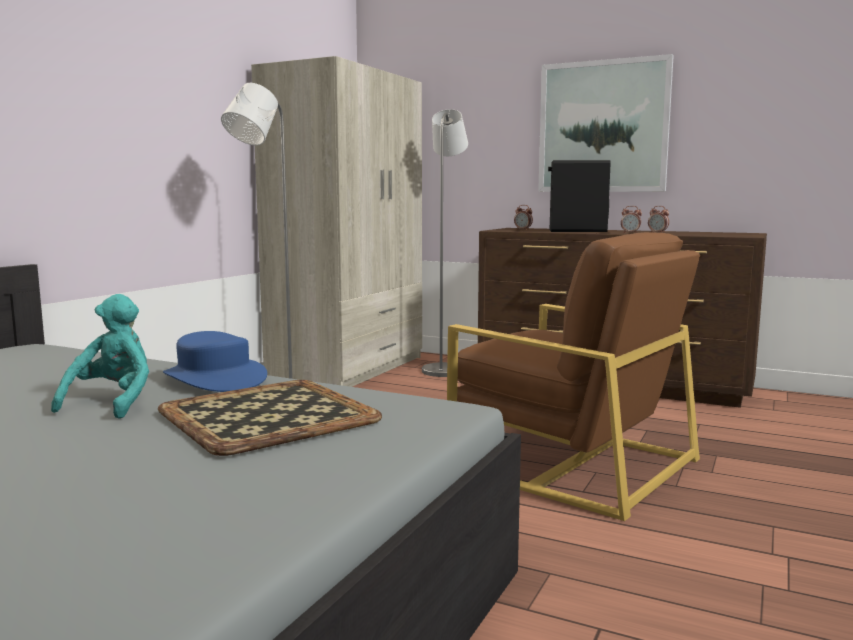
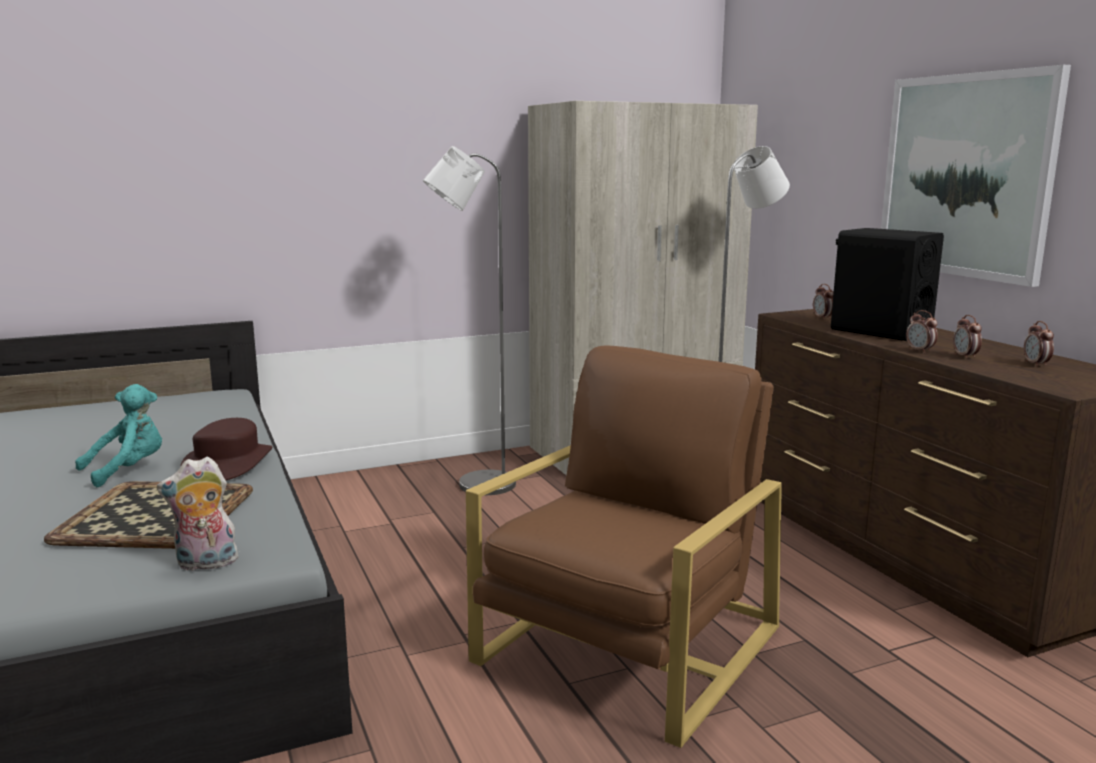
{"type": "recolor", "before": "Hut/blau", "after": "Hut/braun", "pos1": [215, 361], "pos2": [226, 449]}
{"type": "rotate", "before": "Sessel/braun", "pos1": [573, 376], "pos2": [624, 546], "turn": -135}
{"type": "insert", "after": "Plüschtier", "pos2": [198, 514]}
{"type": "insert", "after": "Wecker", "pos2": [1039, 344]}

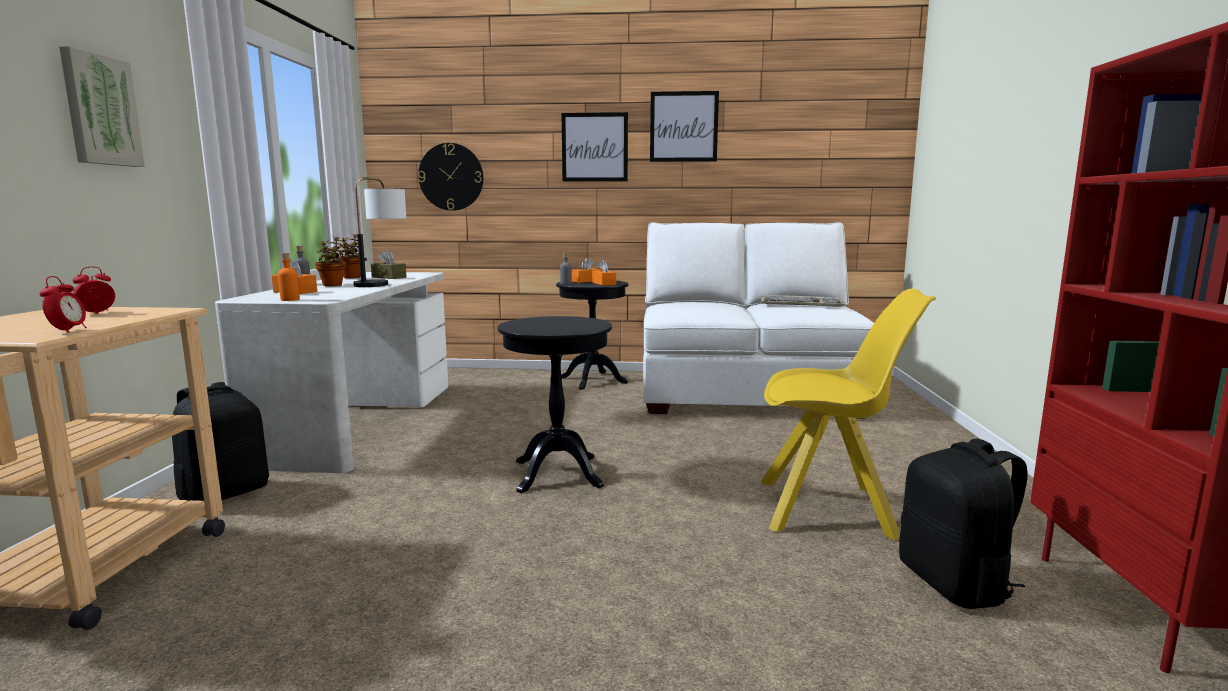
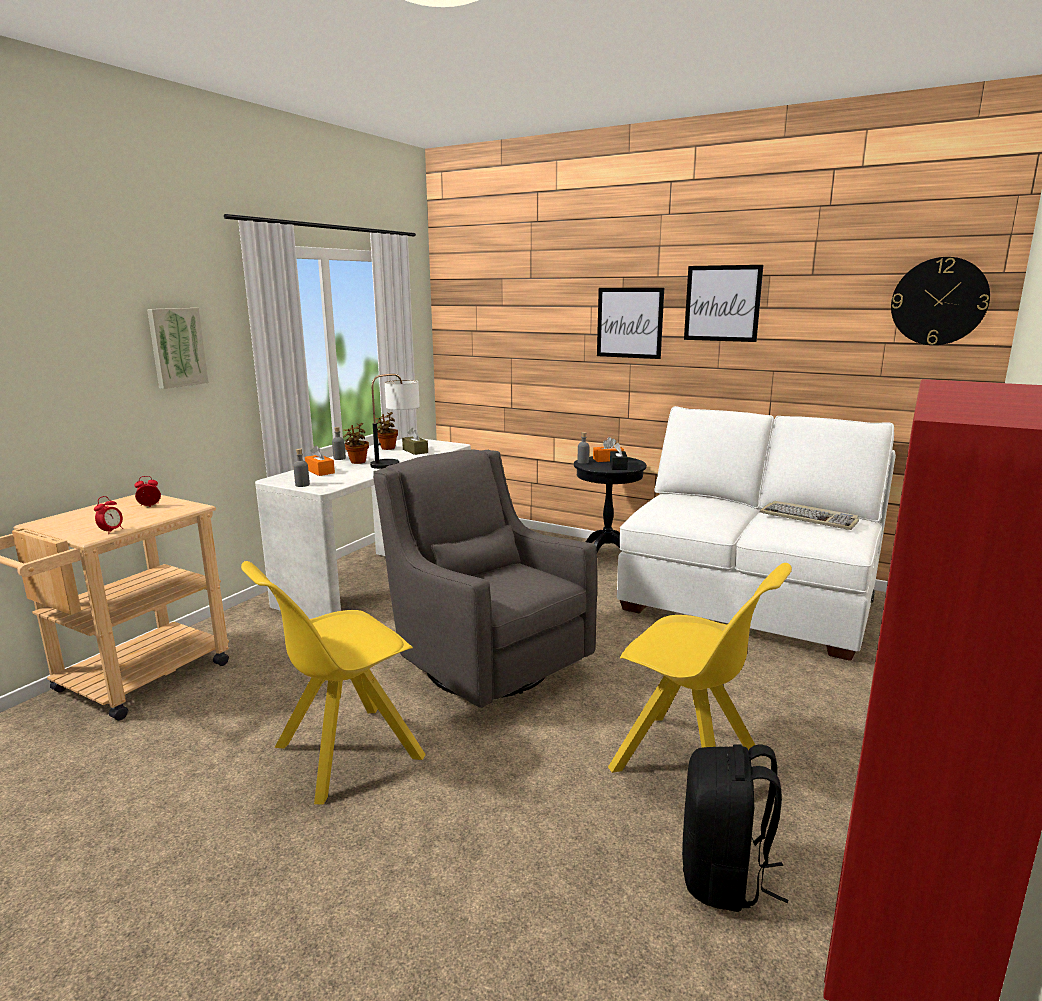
{"type": "delete", "before": "Rucksack/schwarz", "pos1": [220, 441]}
{"type": "recolor", "before": "Flasche/orange", "after": "Flasche/grau", "pos1": [289, 277], "pos2": [301, 468]}
{"type": "move", "before": "Wanduhr", "pos1": [450, 177], "pos2": [940, 301]}
{"type": "replace", "before": "Beistelltisch/schwarz", "after": "Sessel/grau", "pos1": [555, 404], "pos2": [485, 579]}
{"type": "recolor", "before": "Taschentuchbox/orange", "after": "Taschentuchbox/schwarz", "pos1": [604, 273], "pos2": [619, 456]}
{"type": "insert", "after": "Stuhl/gelb", "pos2": [333, 682]}

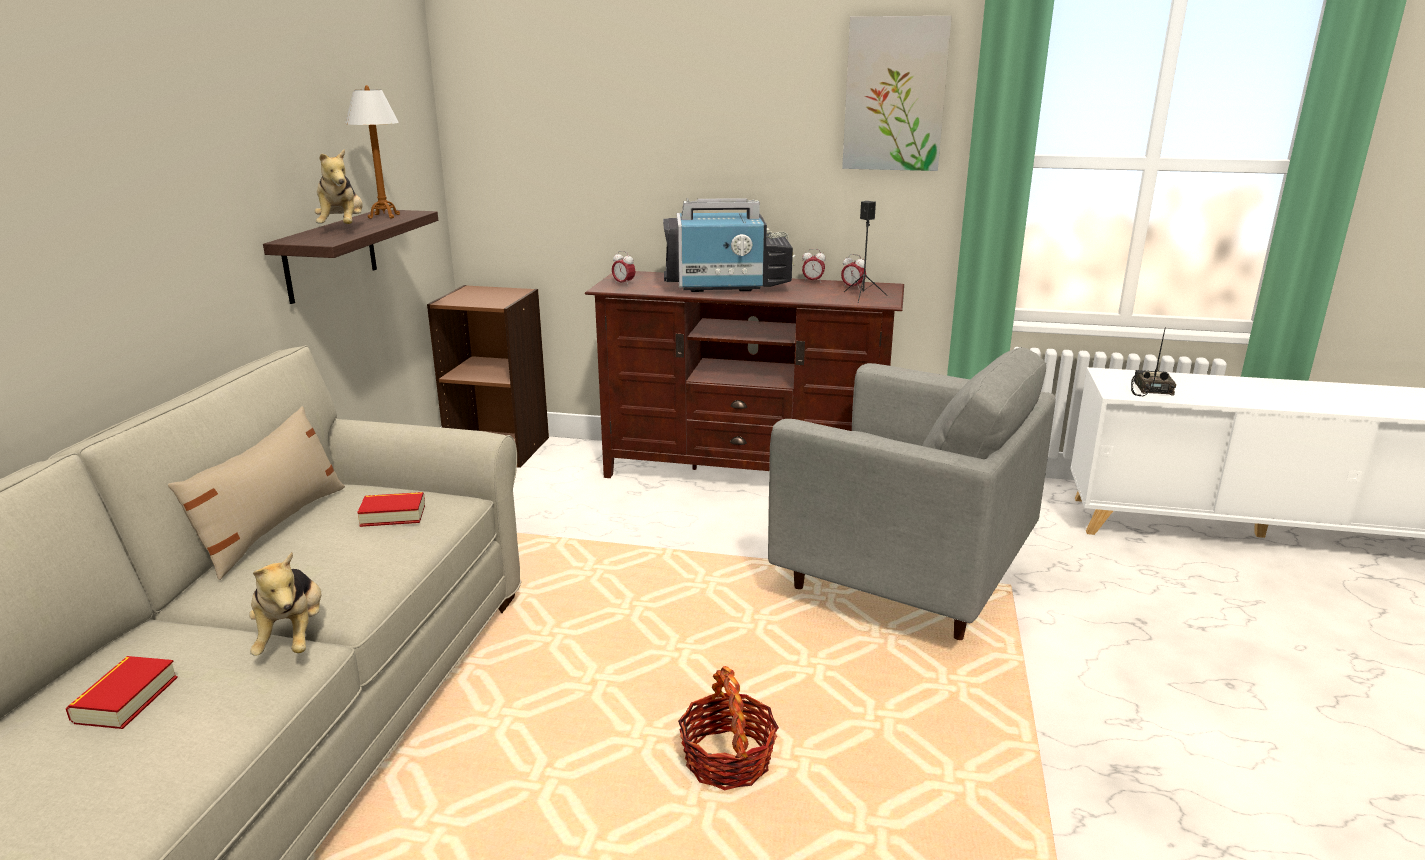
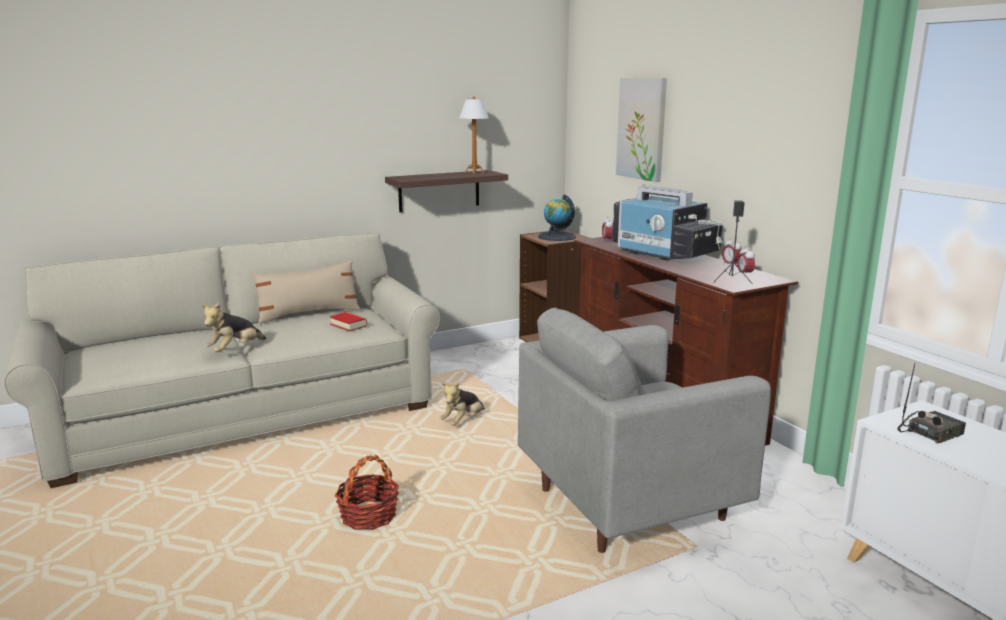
{"type": "delete", "before": "Buch", "pos1": [122, 692]}
{"type": "move", "before": "Plüschtier", "pos1": [339, 186], "pos2": [462, 404]}
{"type": "rotate", "before": "Sessel/grau", "pos1": [912, 493], "pos2": [644, 430], "turn": 75}
{"type": "move", "before": "Bild", "pos1": [897, 93], "pos2": [641, 130]}
{"type": "insert", "after": "Globus", "pos2": [557, 217]}

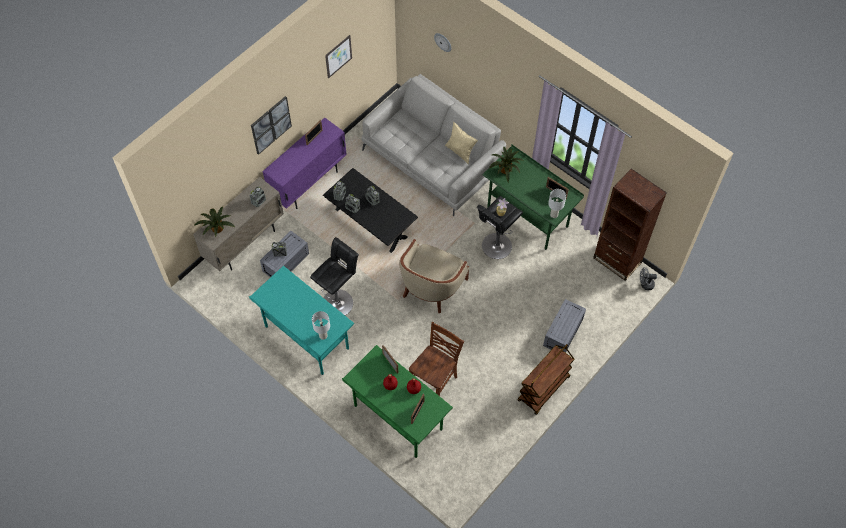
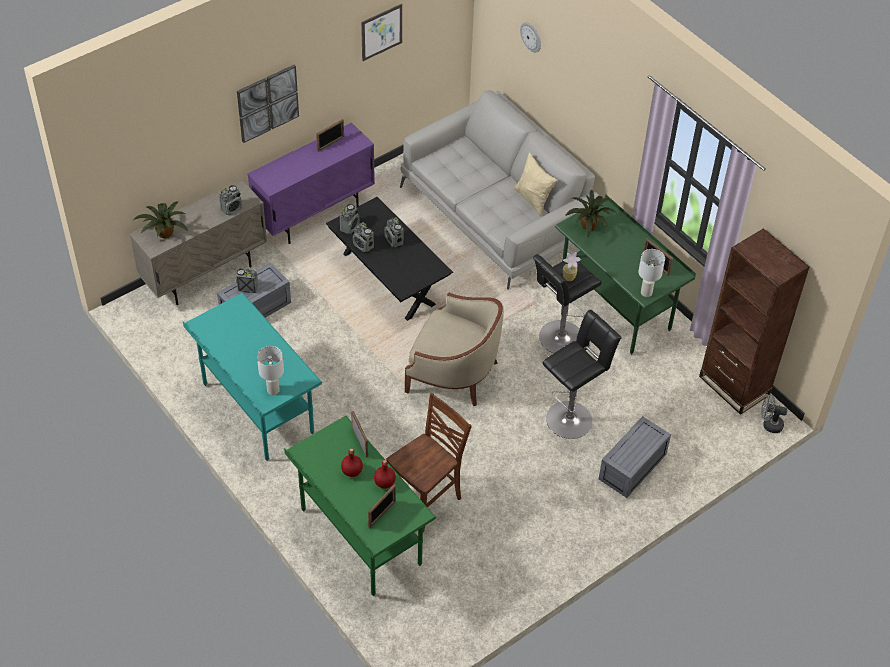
{"type": "move", "before": "Hocker/schwarz", "pos1": [334, 276], "pos2": [582, 374]}
{"type": "rotate", "before": "Sessel/beige", "pos1": [434, 276], "pos2": [454, 349], "turn": -105}
{"type": "delete", "before": "Rollwagen/braun", "pos1": [546, 379]}

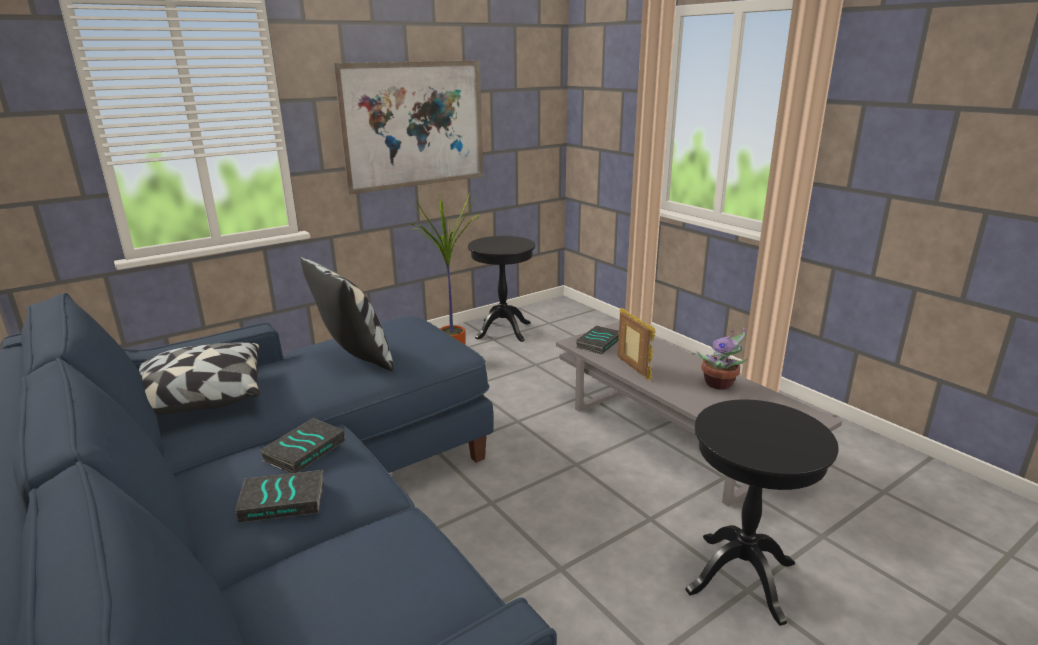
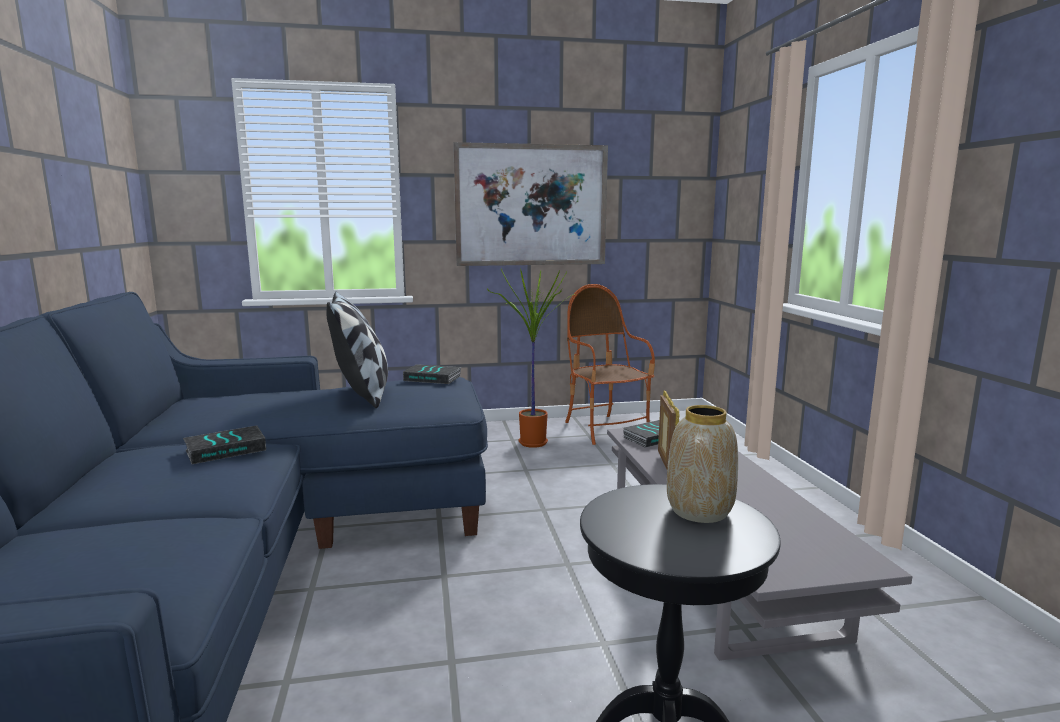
{"type": "delete", "before": "Kissen", "pos1": [199, 378]}
{"type": "move", "before": "Buch", "pos1": [279, 496], "pos2": [432, 374]}
{"type": "replace", "before": "Beistelltisch/schwarz", "after": "Sessel", "pos1": [502, 289], "pos2": [610, 364]}
{"type": "delete", "before": "Topfpflanze", "pos1": [722, 359]}
{"type": "insert", "after": "Vase", "pos2": [702, 464]}

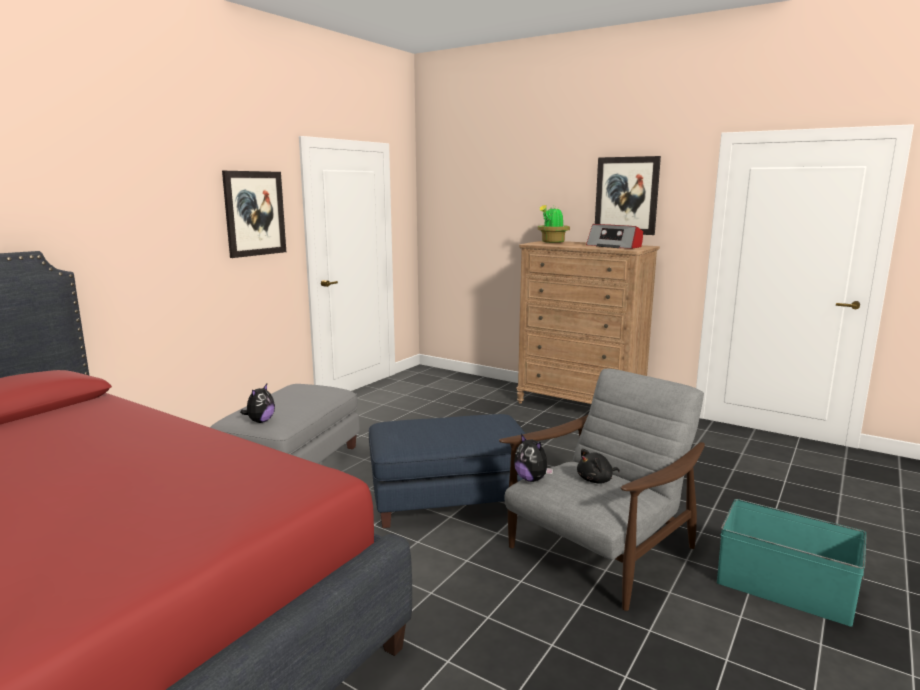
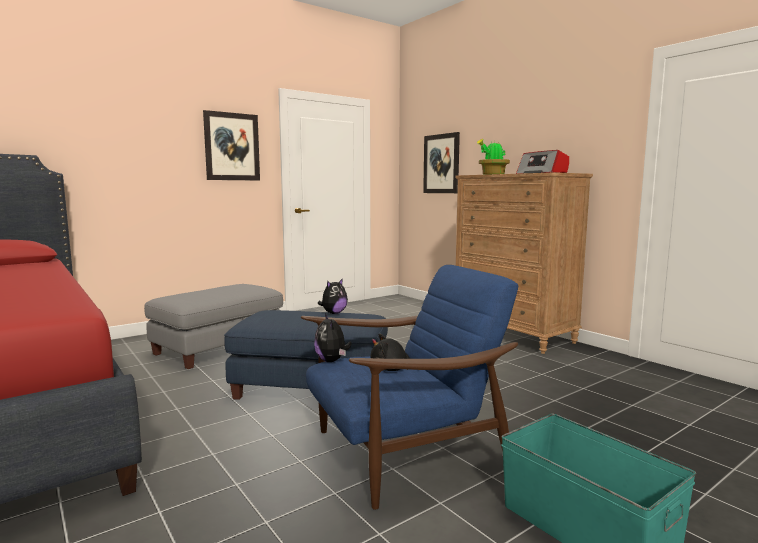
{"type": "move", "before": "Plüschtier", "pos1": [257, 403], "pos2": [333, 296]}
{"type": "recolor", "before": "Sessel/grau", "after": "Sessel/blau", "pos1": [602, 490], "pos2": [409, 387]}
{"type": "move", "before": "Bild", "pos1": [628, 195], "pos2": [441, 162]}

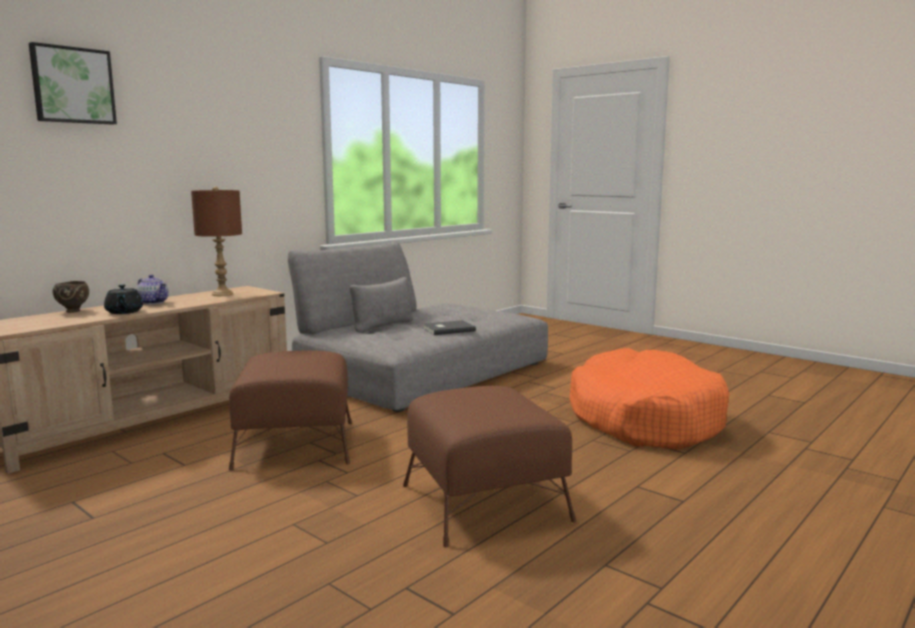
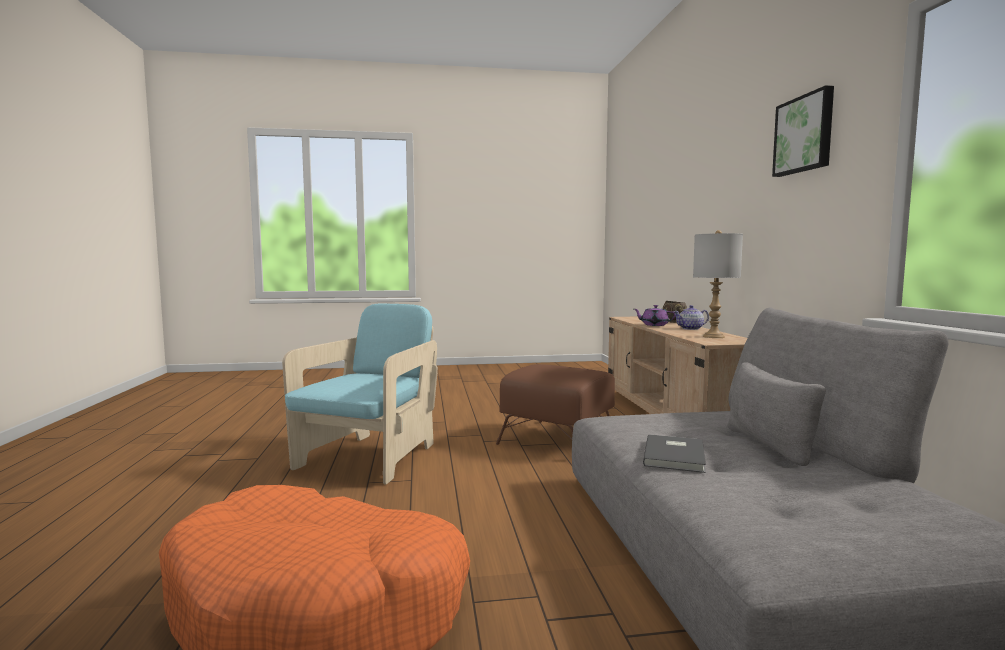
{"type": "move", "before": "Bild", "pos1": [73, 83], "pos2": [803, 131]}
{"type": "recolor", "before": "Teekanne/schwarz", "after": "Teekanne/lila", "pos1": [123, 299], "pos2": [655, 315]}
{"type": "recolor", "before": "Tischlampe/braun", "after": "Tischlampe/grau", "pos1": [216, 241], "pos2": [718, 284]}
{"type": "replace", "before": "Polsterhocker/braun", "after": "Sessel/türkis", "pos1": [489, 467], "pos2": [360, 394]}

